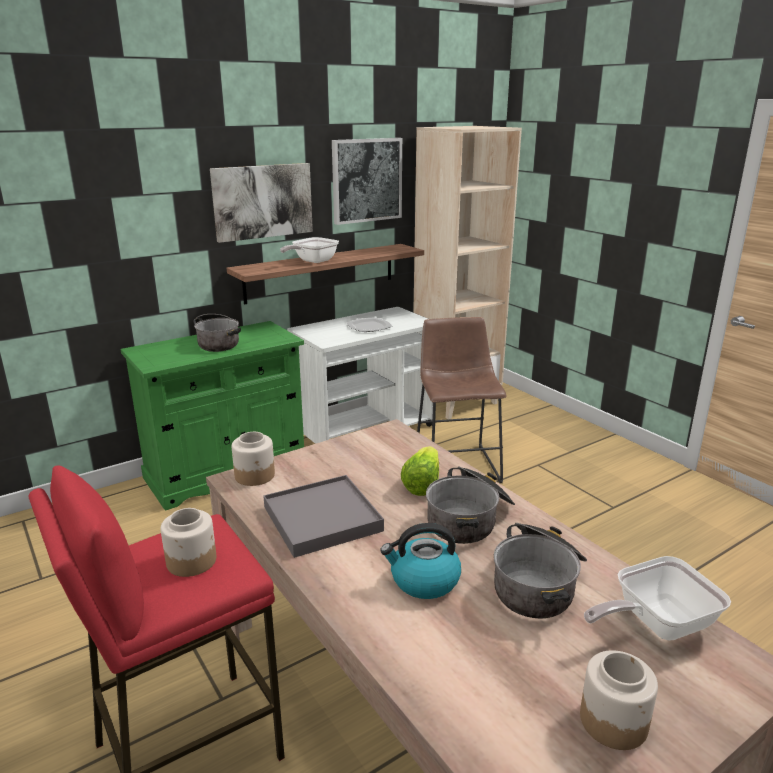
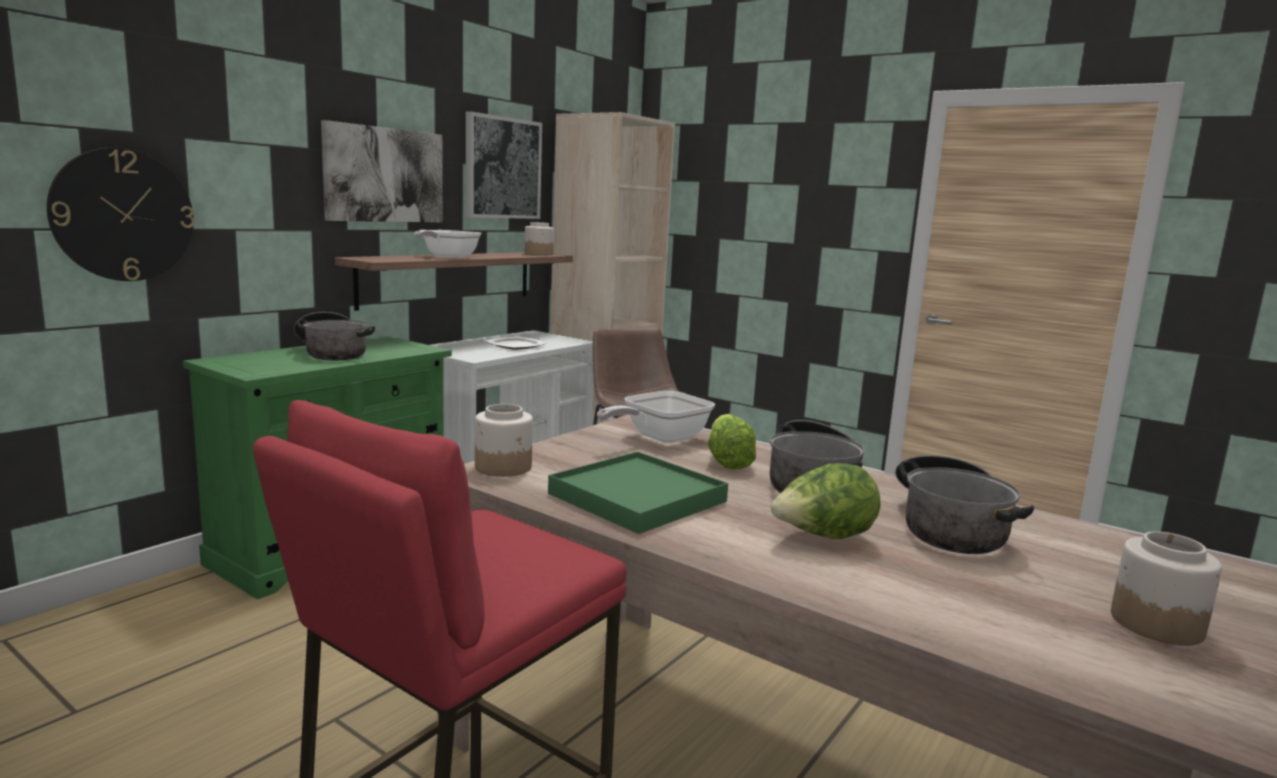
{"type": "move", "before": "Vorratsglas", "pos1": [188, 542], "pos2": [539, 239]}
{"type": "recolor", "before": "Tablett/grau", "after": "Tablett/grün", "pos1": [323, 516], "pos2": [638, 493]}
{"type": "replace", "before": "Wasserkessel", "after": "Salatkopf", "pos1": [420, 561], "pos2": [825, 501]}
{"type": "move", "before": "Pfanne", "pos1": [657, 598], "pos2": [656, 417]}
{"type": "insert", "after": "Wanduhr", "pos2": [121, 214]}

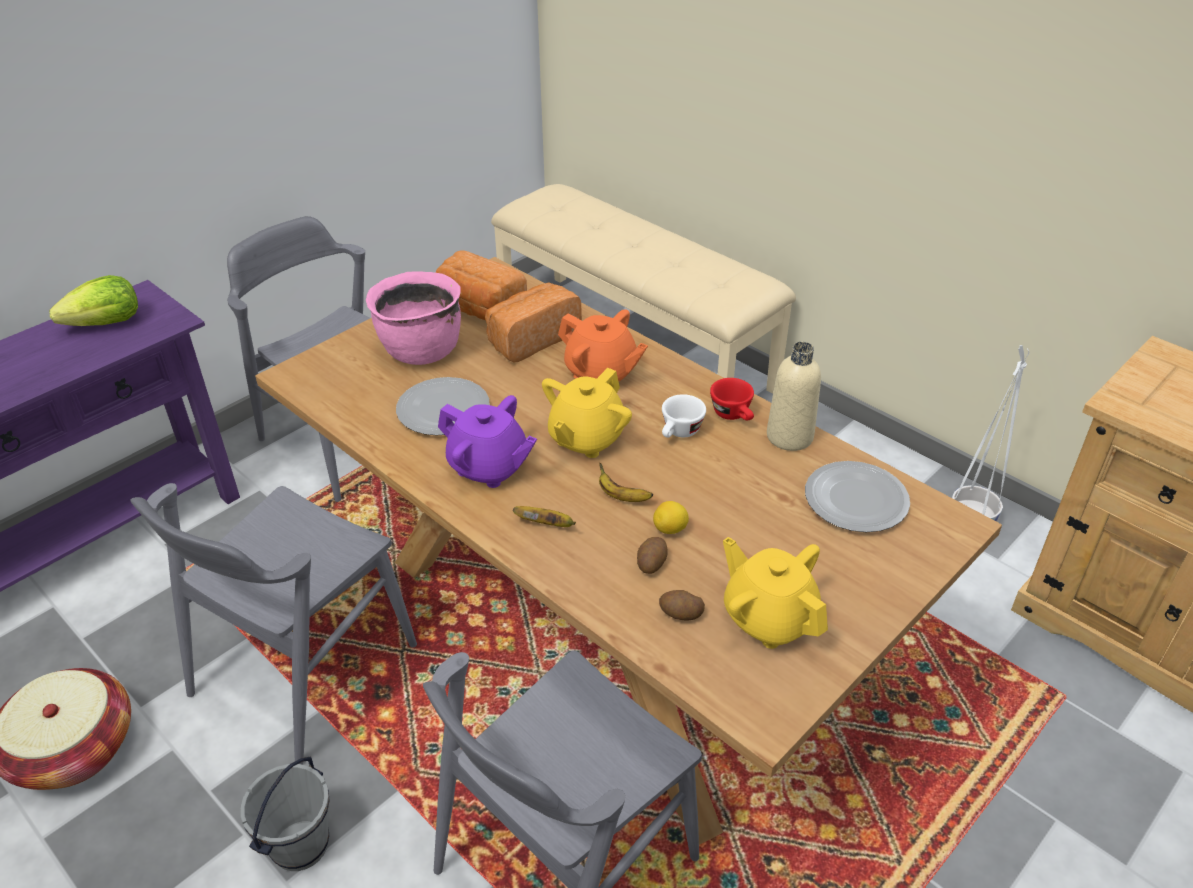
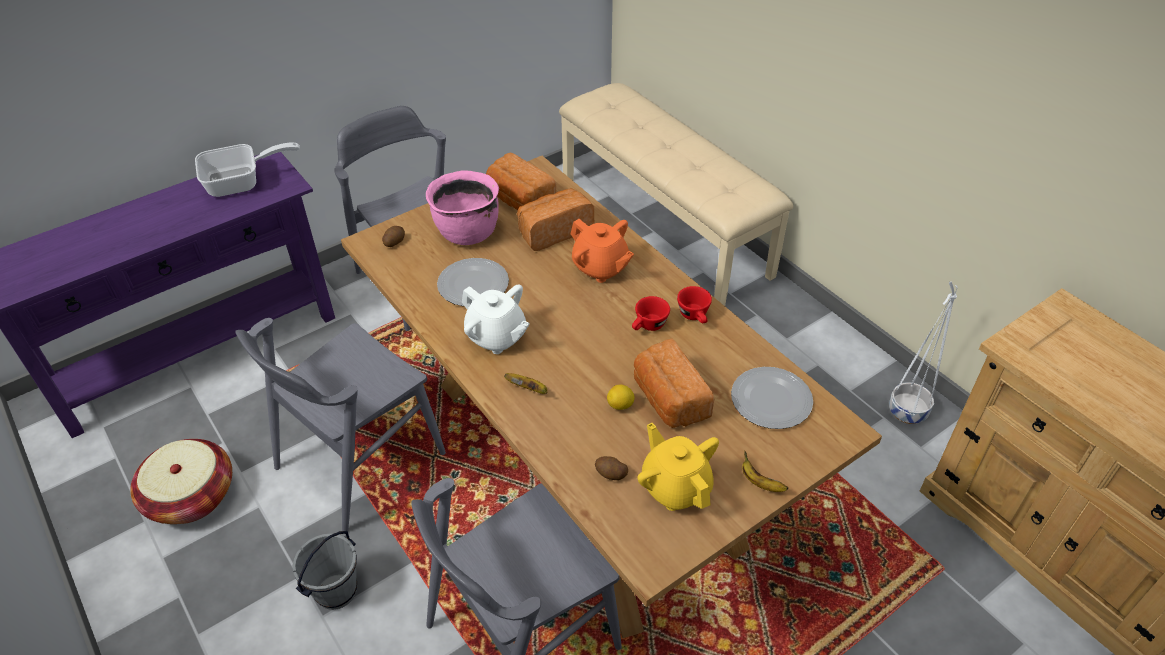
{"type": "replace", "before": "Salatkopf", "after": "Pfanne", "pos1": [93, 300], "pos2": [247, 170]}
{"type": "recolor", "before": "Teekanne/lila", "after": "Teekanne/weiß", "pos1": [487, 441], "pos2": [496, 319]}
{"type": "delete", "before": "Teekanne/gelb", "pos1": [587, 413]}
{"type": "move", "before": "Banane", "pos1": [626, 482], "pos2": [765, 471]}
{"type": "move", "before": "Kartoffel", "pos1": [652, 555], "pos2": [393, 236]}
{"type": "recolor", "before": "Tasse/weiß", "after": "Tasse/rot", "pos1": [684, 416], "pos2": [651, 313]}
{"type": "delete", "before": "Flasche/beige", "pos1": [794, 396]}
{"type": "insert", "after": "Brot", "pos2": [674, 383]}

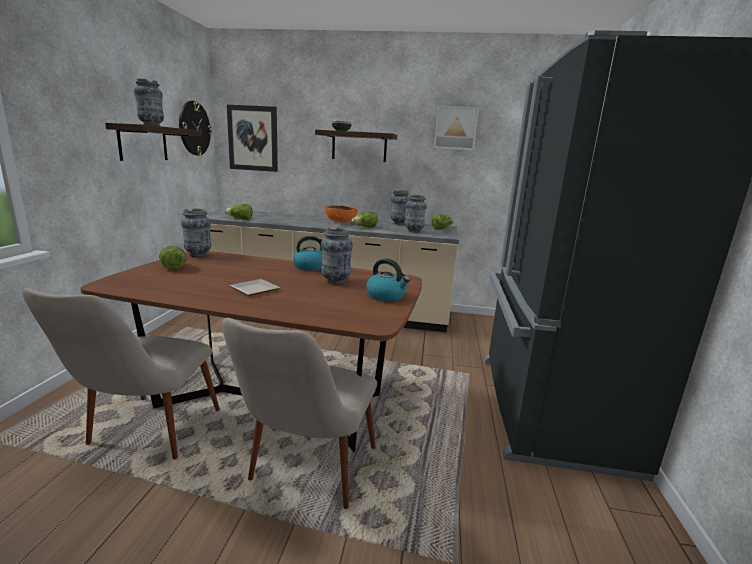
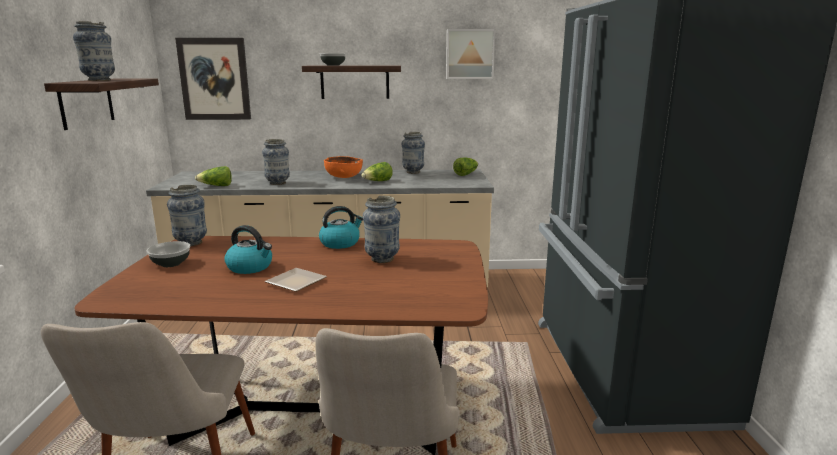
{"type": "replace", "before": "Salatkopf", "after": "Schüssel", "pos1": [173, 258], "pos2": [168, 254]}
{"type": "delete", "before": "Wanduhr", "pos1": [195, 128]}
{"type": "move", "before": "Wasserkessel", "pos1": [388, 280], "pos2": [248, 249]}
{"type": "move", "before": "Vase", "pos1": [416, 214], "pos2": [276, 162]}

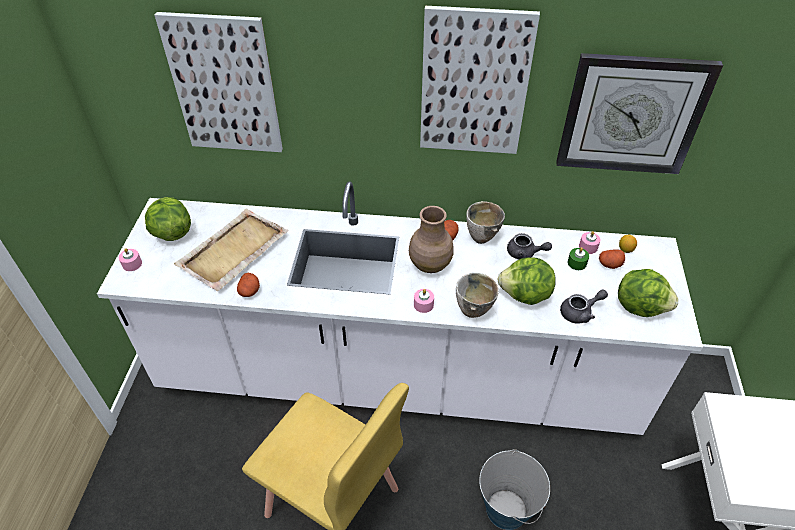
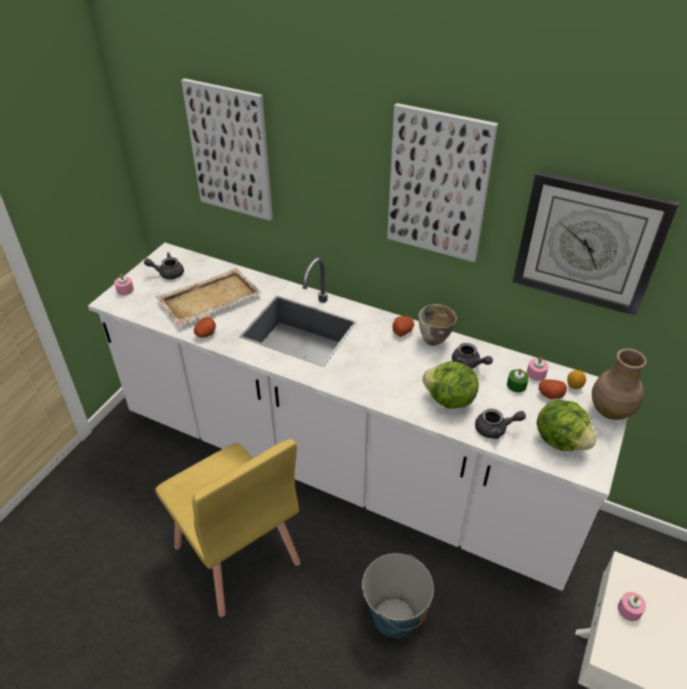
{"type": "replace", "before": "Salatkopf", "after": "Teekanne/grau", "pos1": [168, 219], "pos2": [164, 265]}
{"type": "move", "before": "Vase/braun", "pos1": [431, 239], "pos2": [619, 384]}
{"type": "move", "before": "Kerze/rosa", "pos1": [424, 301], "pos2": [632, 606]}
{"type": "delete", "before": "Schüssel", "pos1": [477, 295]}

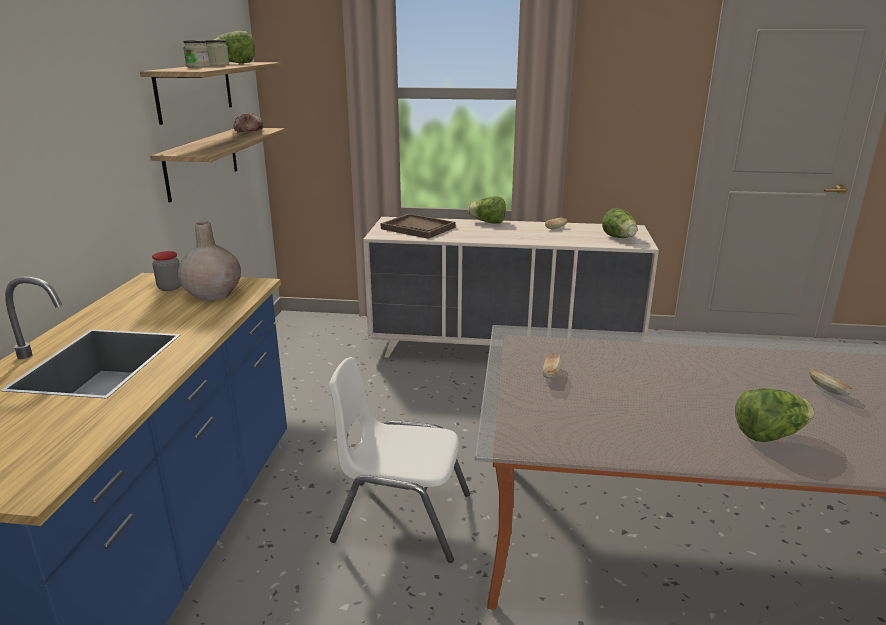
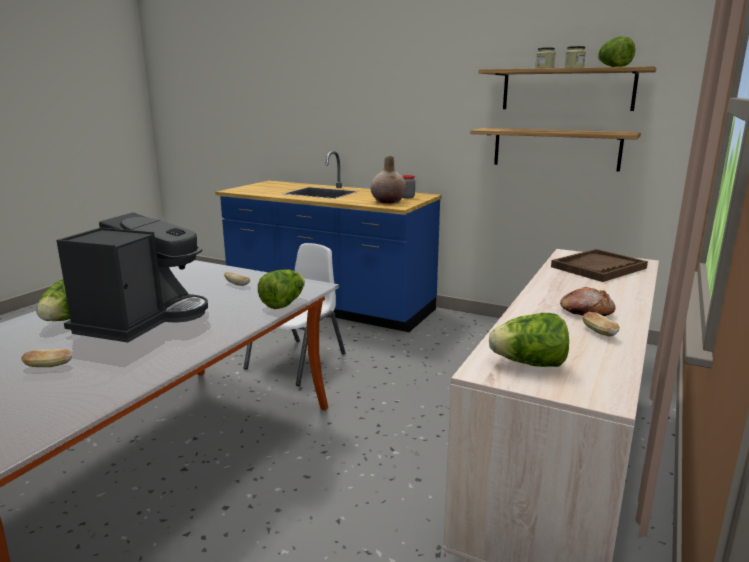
{"type": "move", "before": "Brot", "pos1": [248, 122], "pos2": [587, 301]}
{"type": "move", "before": "Salatkopf", "pos1": [487, 209], "pos2": [281, 289]}
{"type": "insert", "after": "Kaffeemaschine", "pos2": [132, 277]}

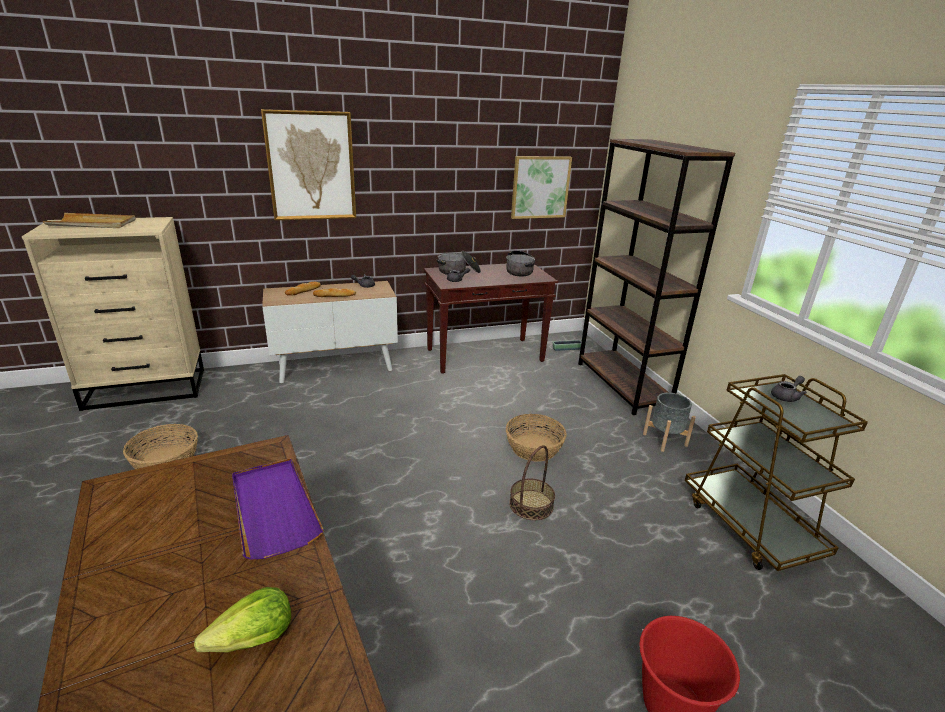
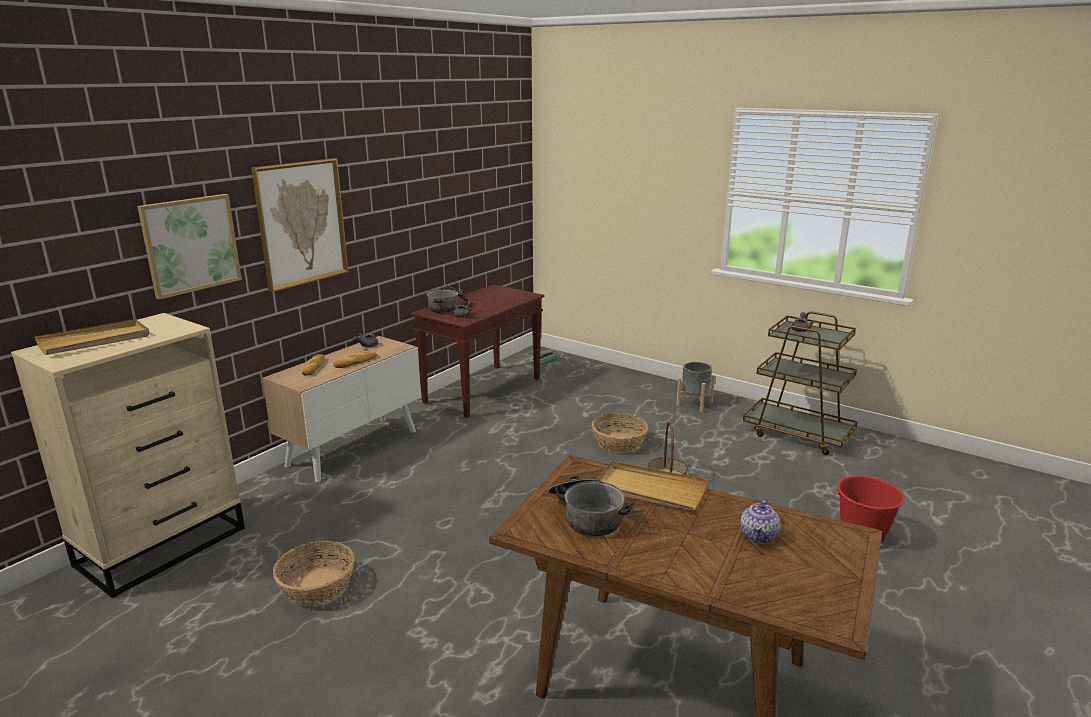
{"type": "replace", "before": "Salatkopf", "after": "Teekanne", "pos1": [242, 619], "pos2": [760, 521]}
{"type": "recolor", "before": "Tablett/lila", "after": "Tablett/beige", "pos1": [278, 508], "pos2": [652, 486]}
{"type": "move", "before": "Kochtopf", "pos1": [520, 263], "pos2": [591, 506]}
{"type": "move", "before": "Bild", "pos1": [541, 187], "pos2": [189, 247]}
{"type": "delete", "before": "Bücherregal/braun", "pos1": [656, 277]}

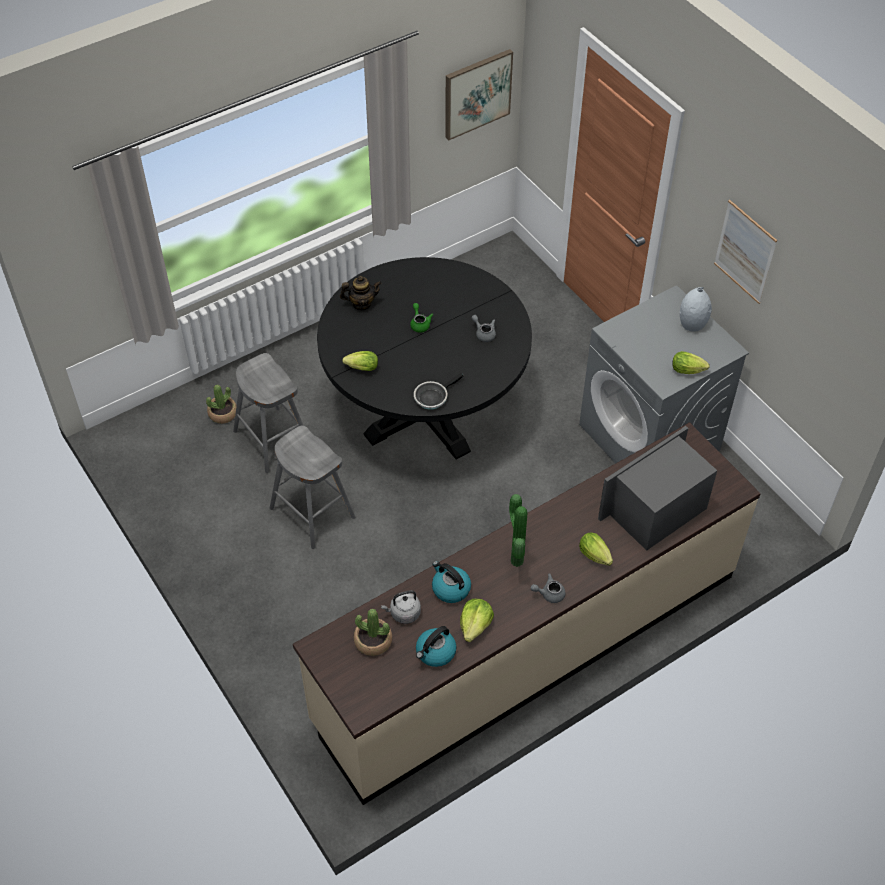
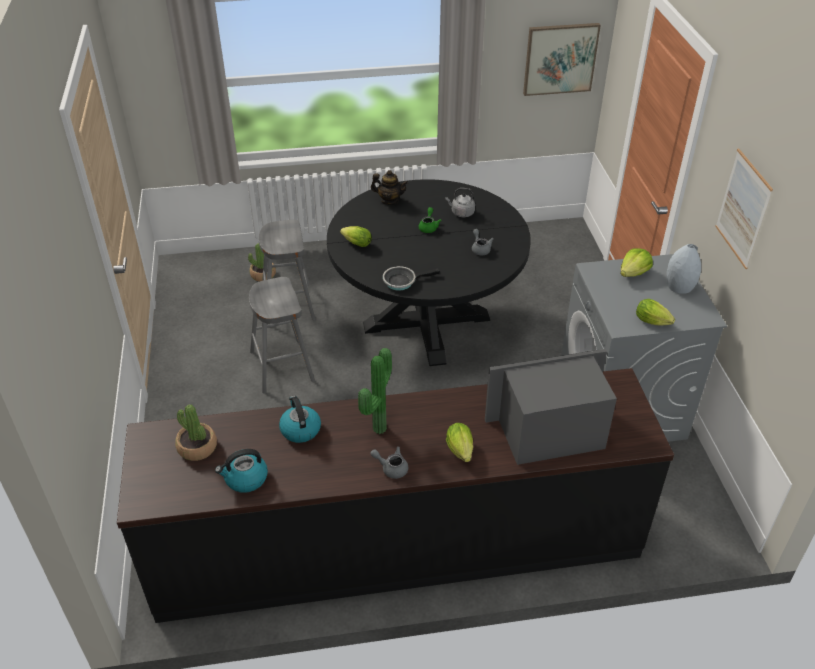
{"type": "recolor", "before": "Küchenzeile/beige", "after": "Küchenzeile/schwarz", "pos1": [527, 613], "pos2": [395, 495]}
{"type": "move", "before": "Wasserkessel/grau", "pos1": [401, 607], "pos2": [460, 202]}
{"type": "move", "before": "Salatkopf", "pos1": [477, 620], "pos2": [637, 262]}

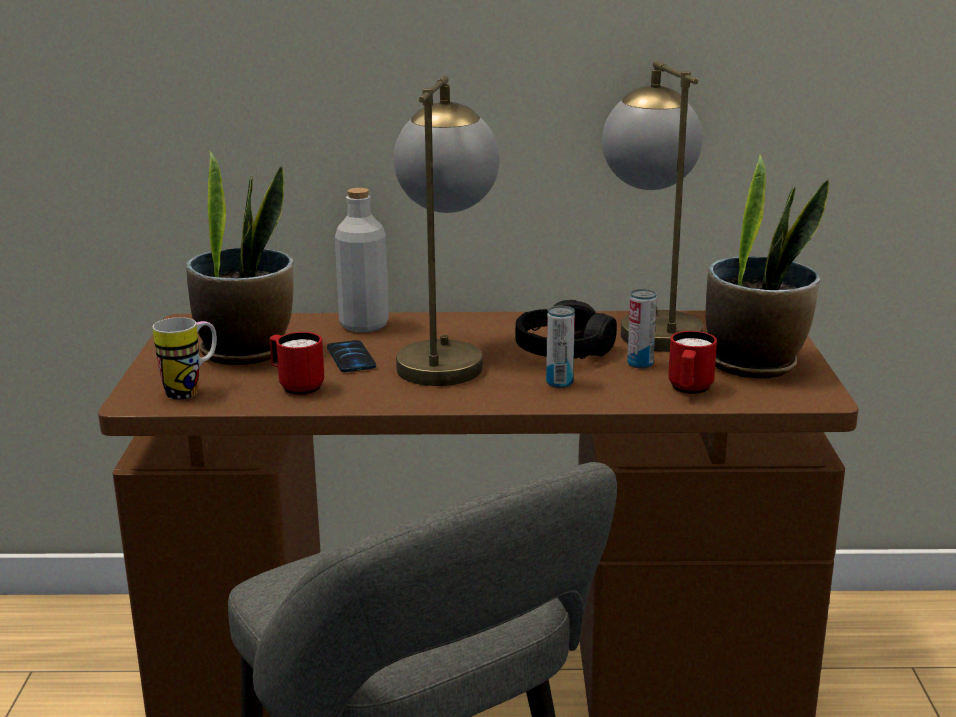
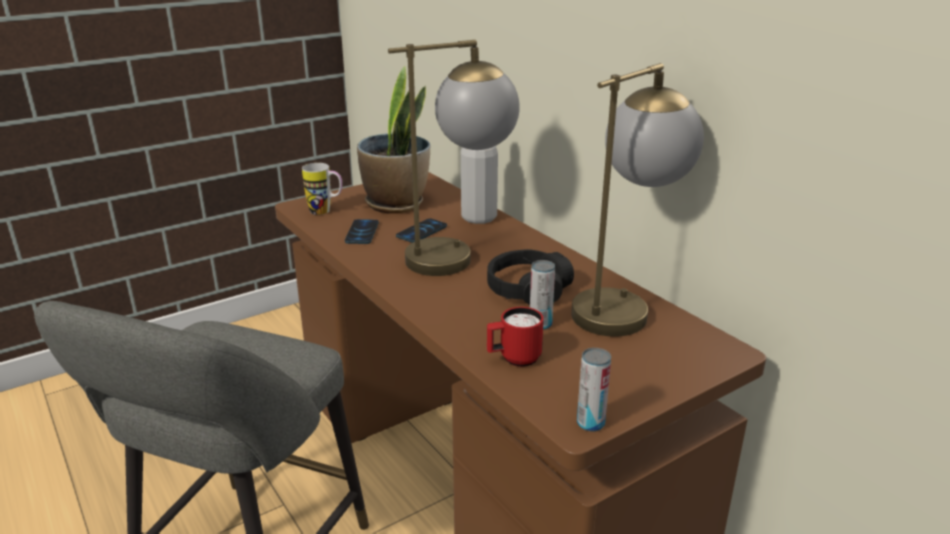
{"type": "replace", "before": "Henkelbecher/rot", "after": "Handy", "pos1": [296, 363], "pos2": [362, 231]}
{"type": "move", "before": "Dose", "pos1": [560, 347], "pos2": [594, 390]}
{"type": "delete", "before": "Topfpflanze", "pos1": [767, 266]}

